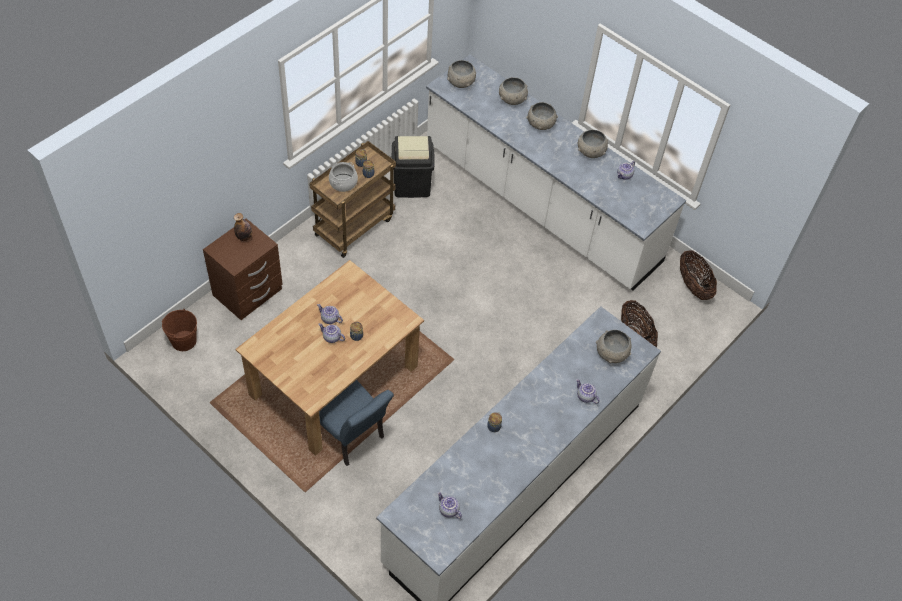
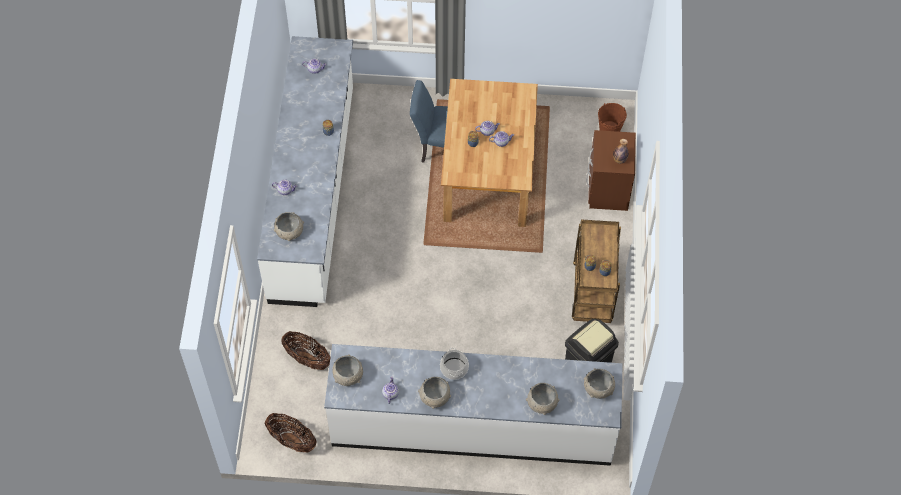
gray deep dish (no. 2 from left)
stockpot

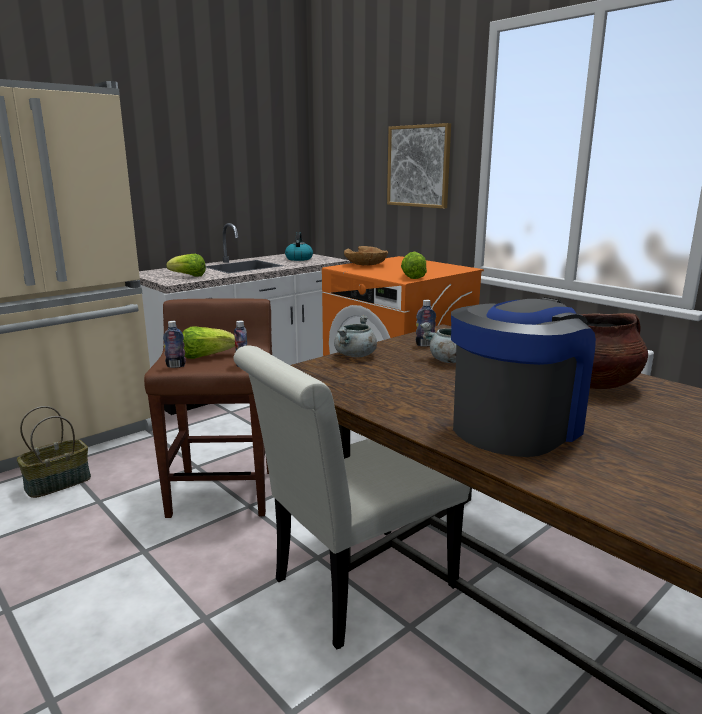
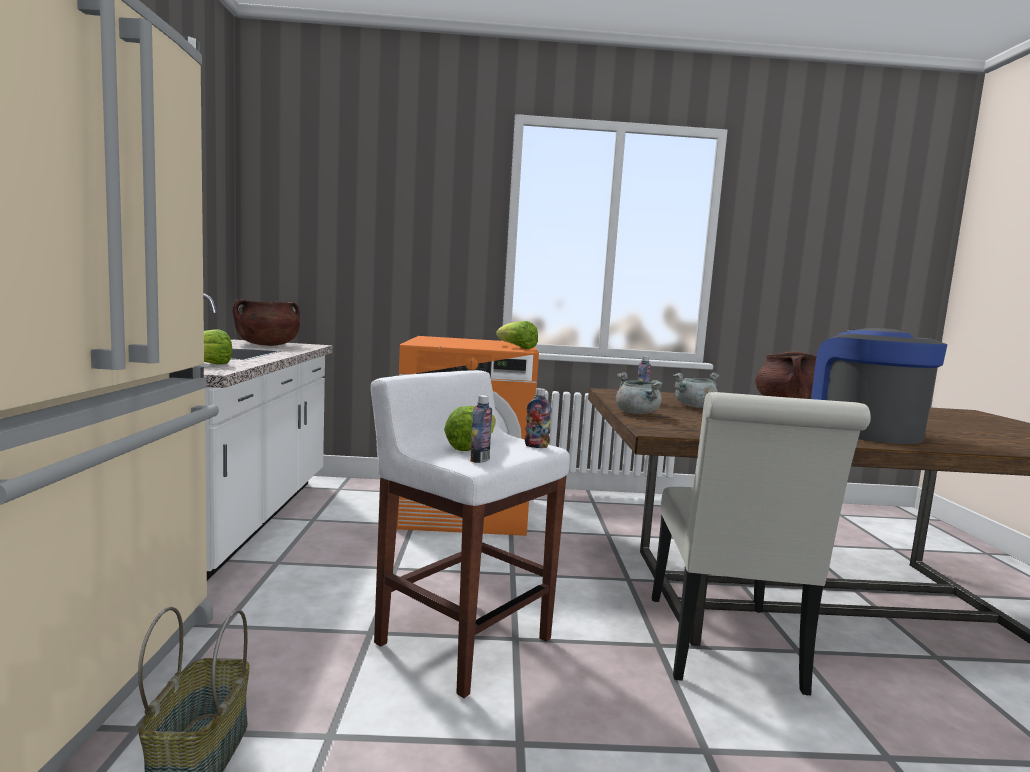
brownish stockpot (no. 1 from left)
whitish sitting stool
brownish deep dish
picture

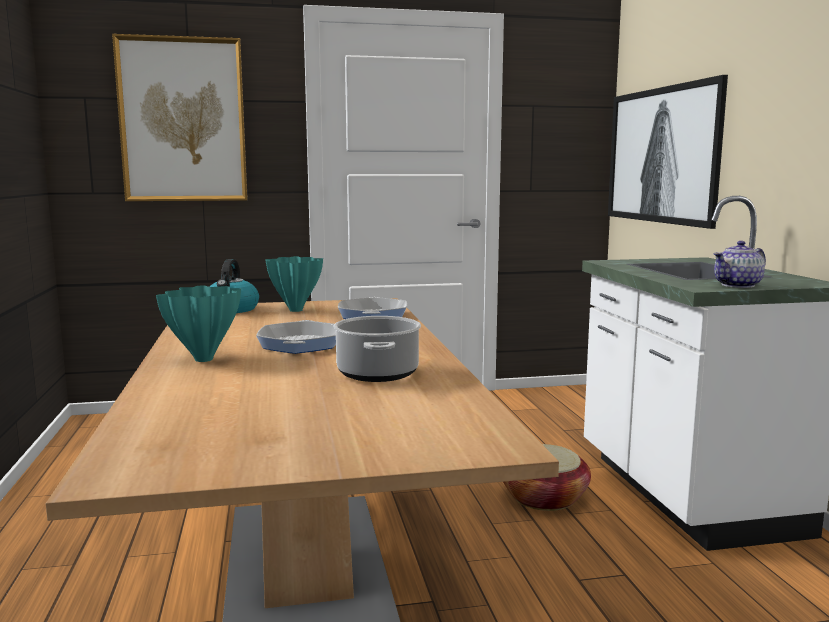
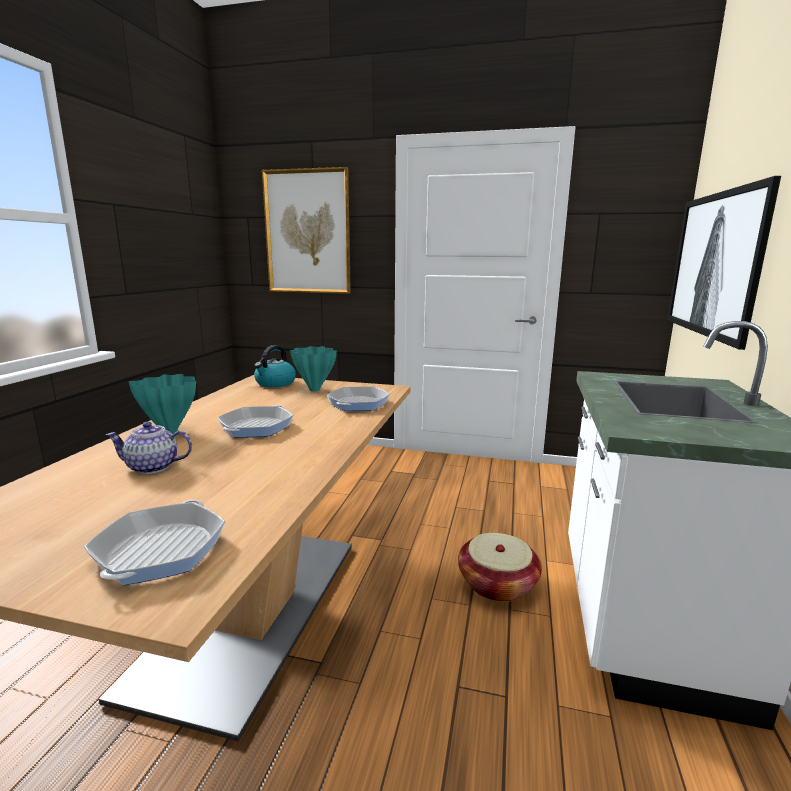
skillet (no. 1 from left)
tea pot
stockpot

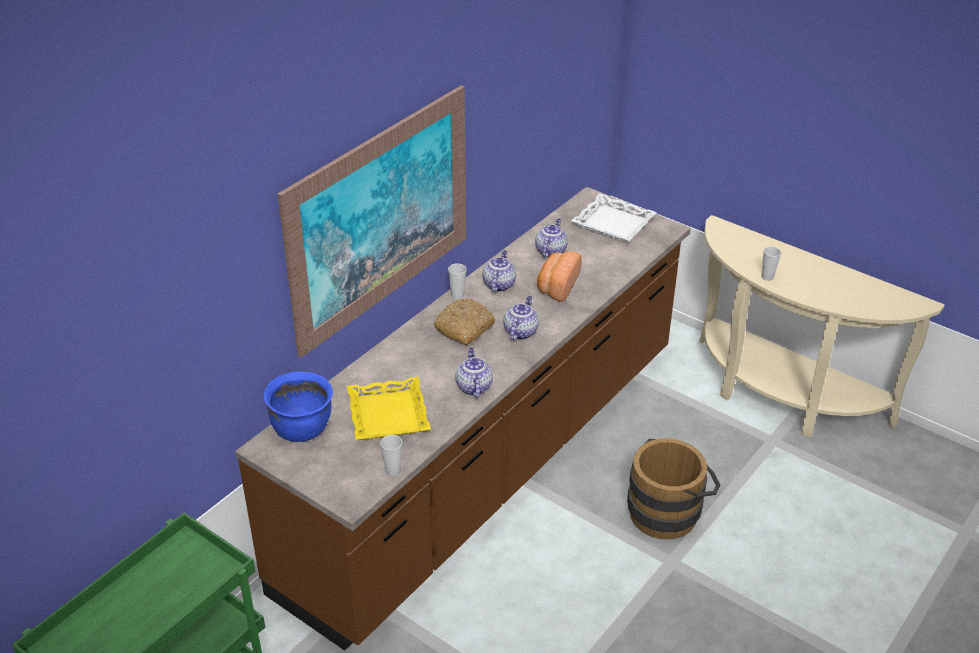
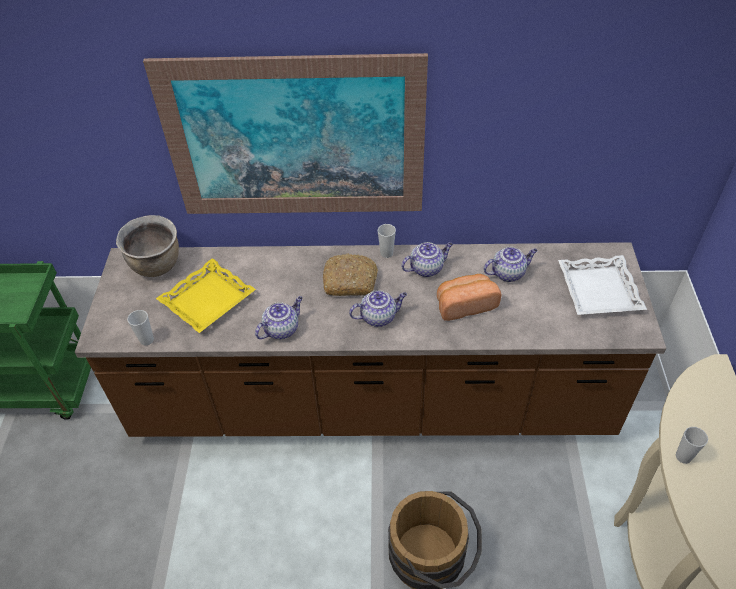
brownish stockpot

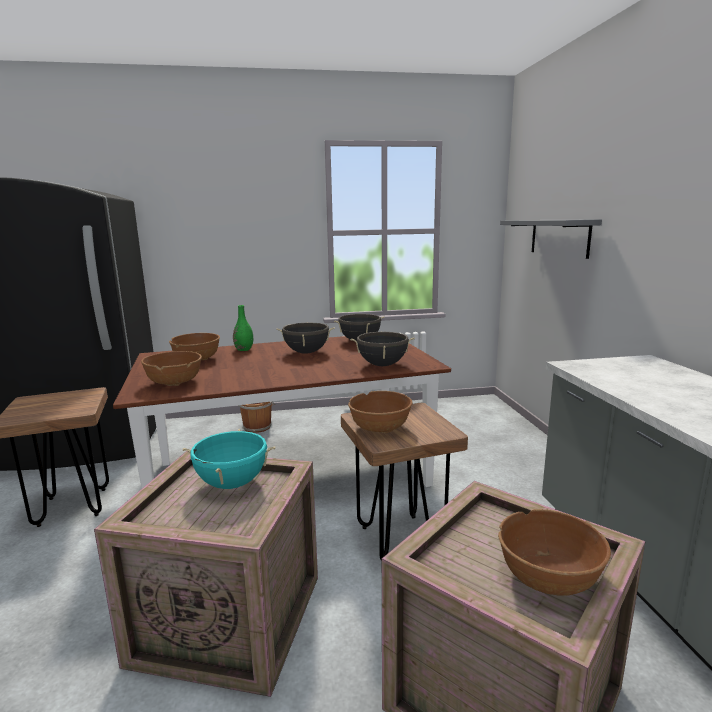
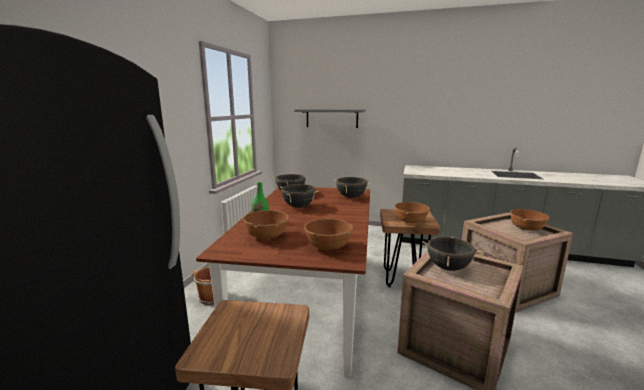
black-coloured stockpot (no. 4 from left)

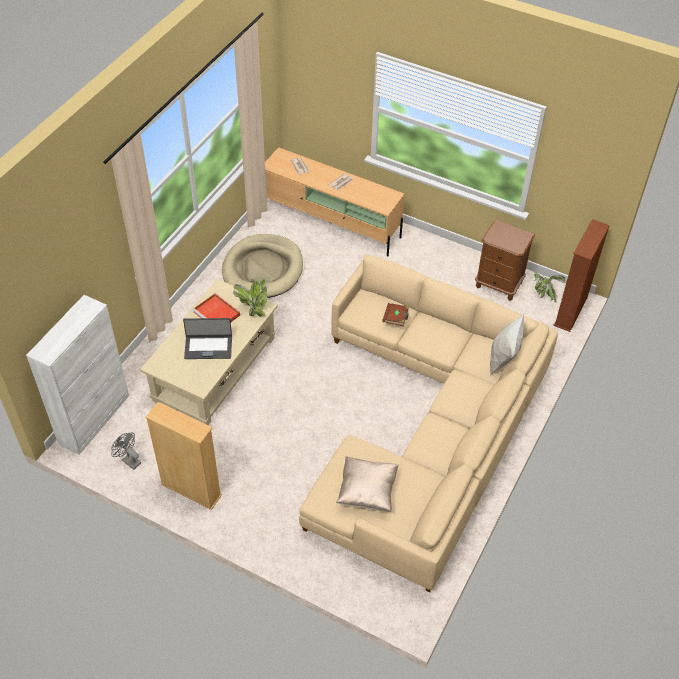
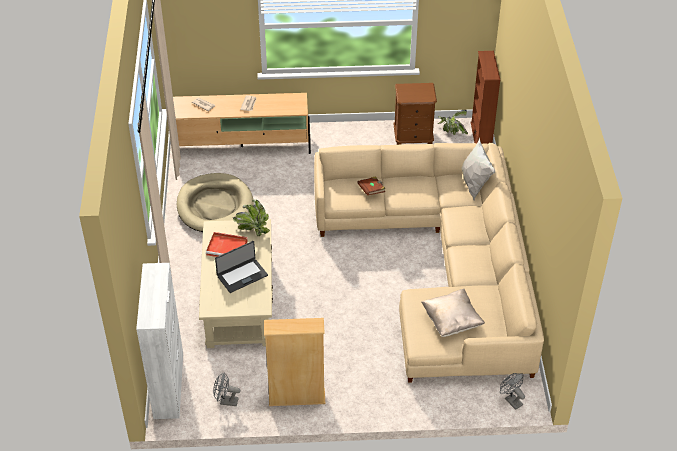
gray electric fan (no. 2 from left)

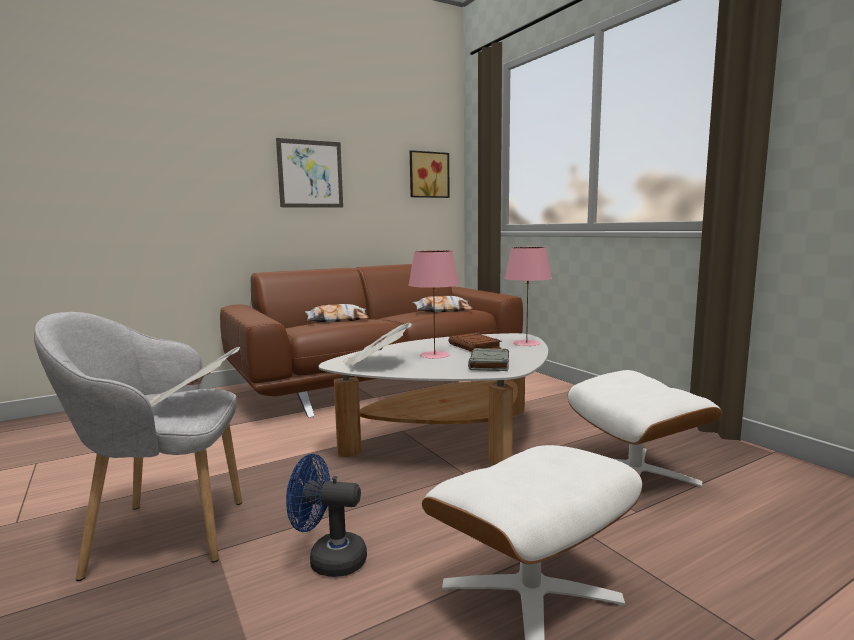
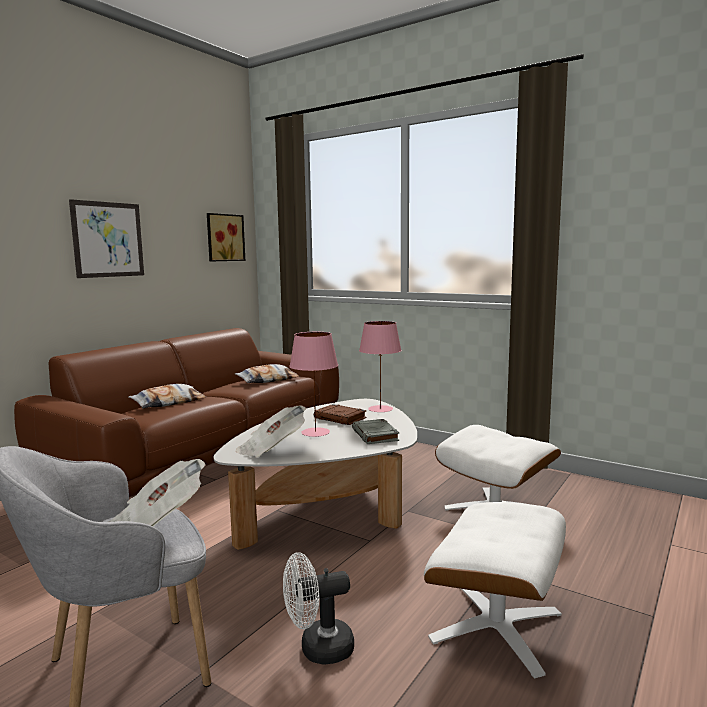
whitish electric fan

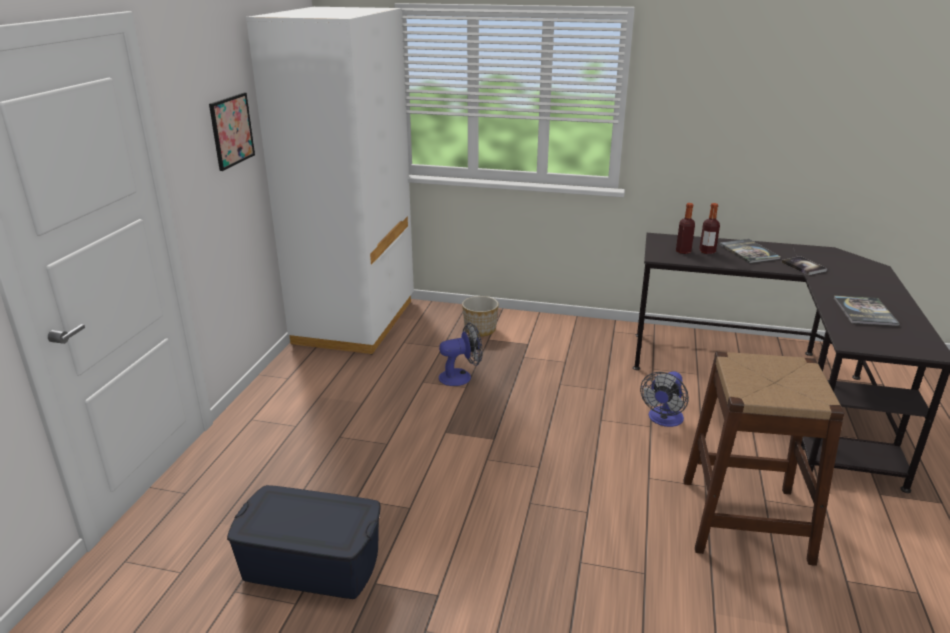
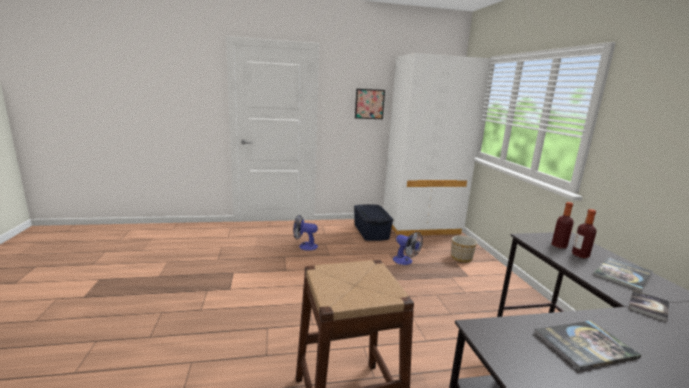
electric fan (no. 1 from left)
blue storage container

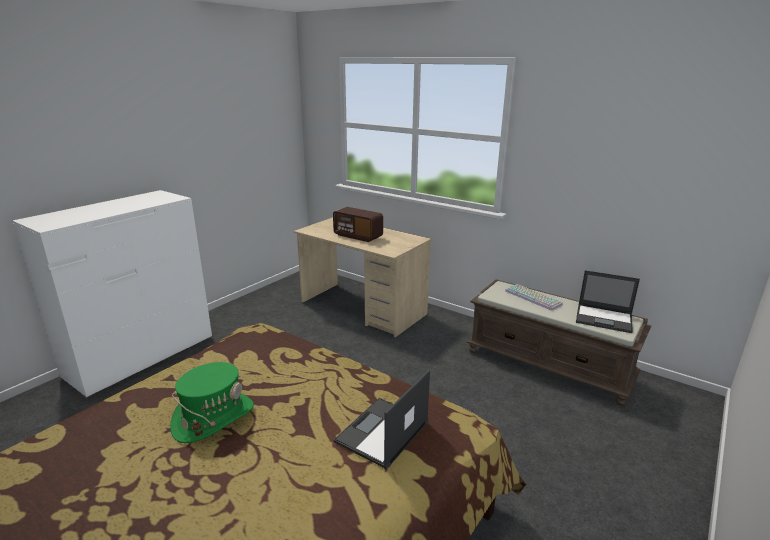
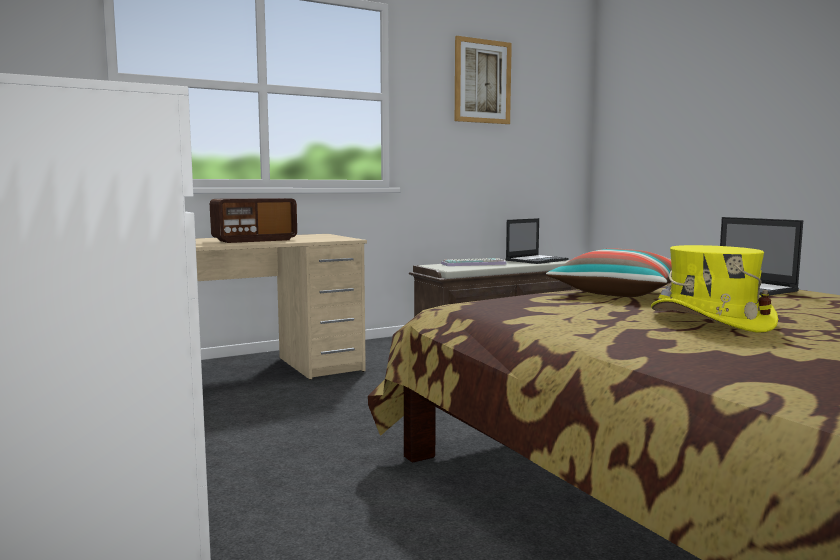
picture
pillow
yellow hat

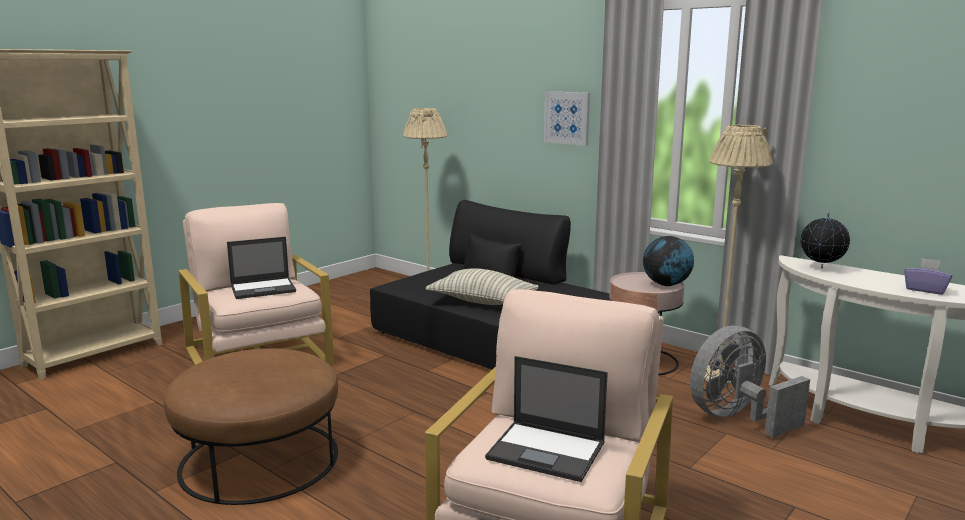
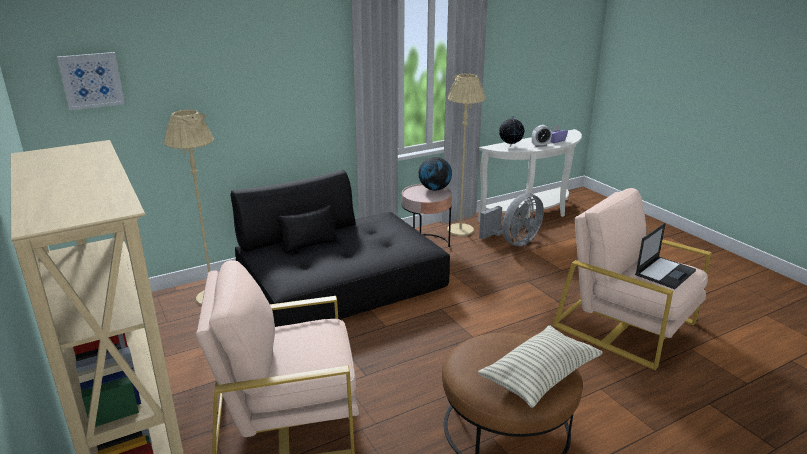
picture
pillow
gray electric fan
bedside clock
notebook computer (no. 1 from left in the first image)

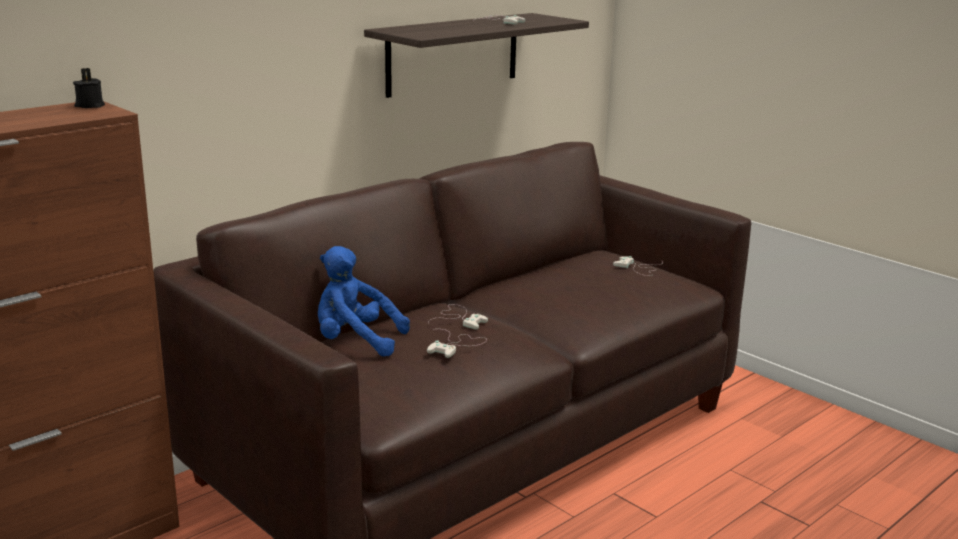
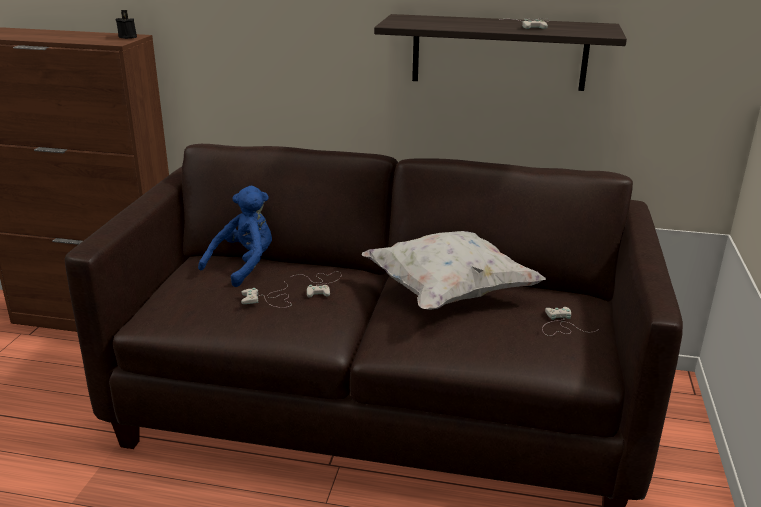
blue soft toy
whitish pillow

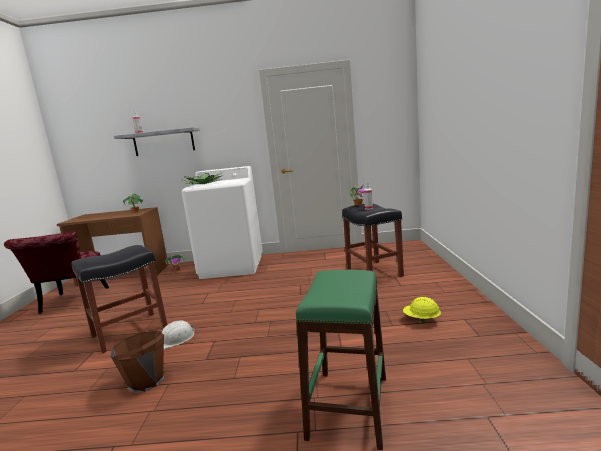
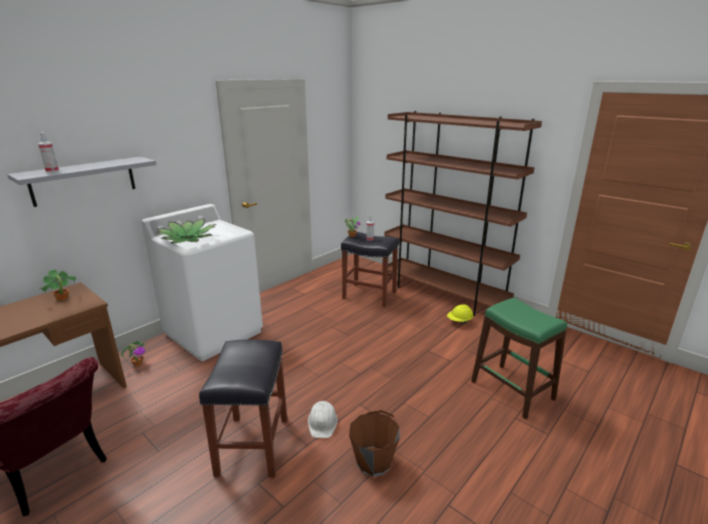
brownish shelving unit

